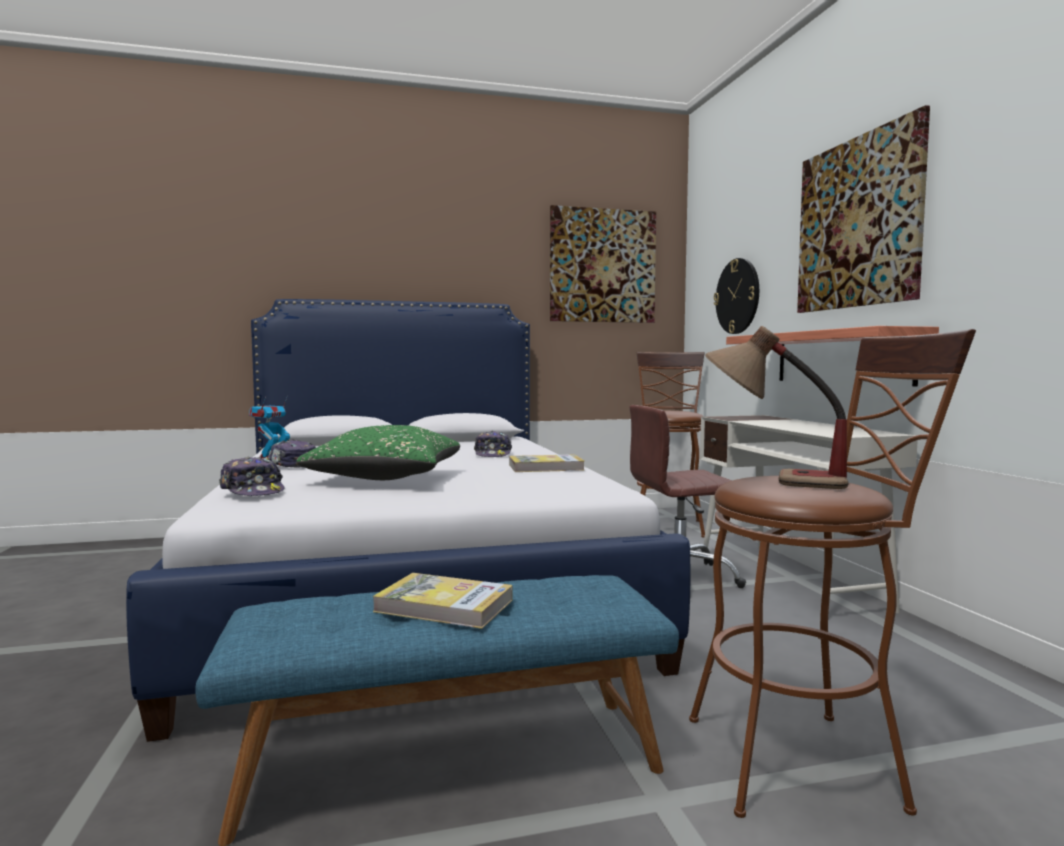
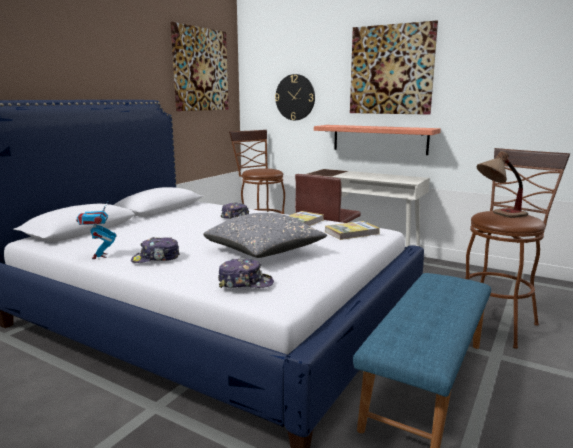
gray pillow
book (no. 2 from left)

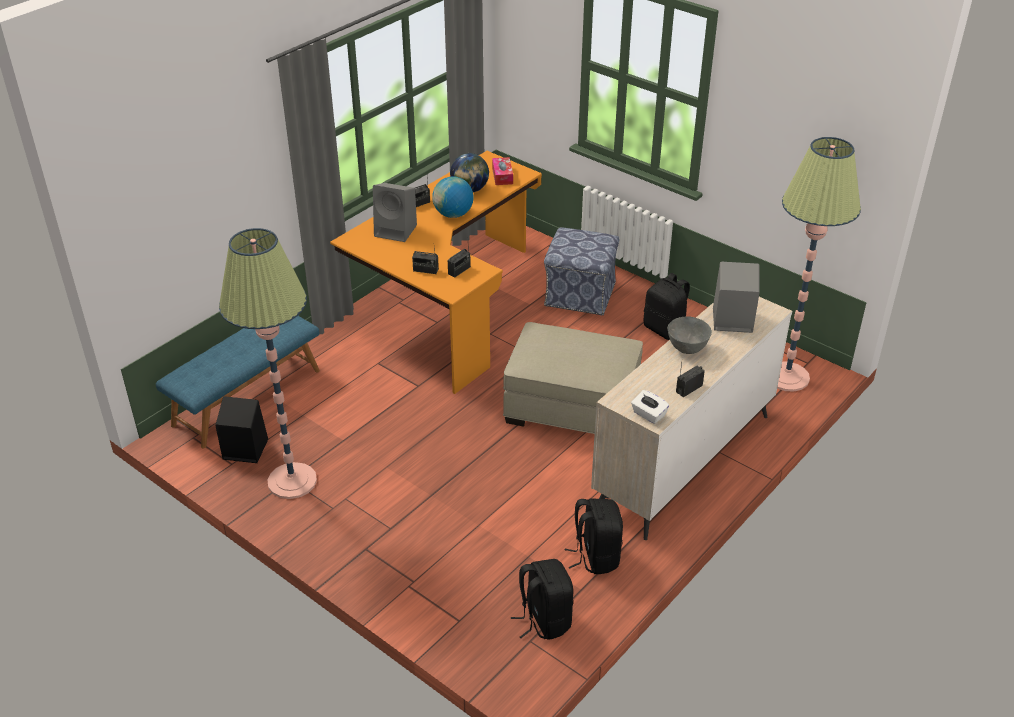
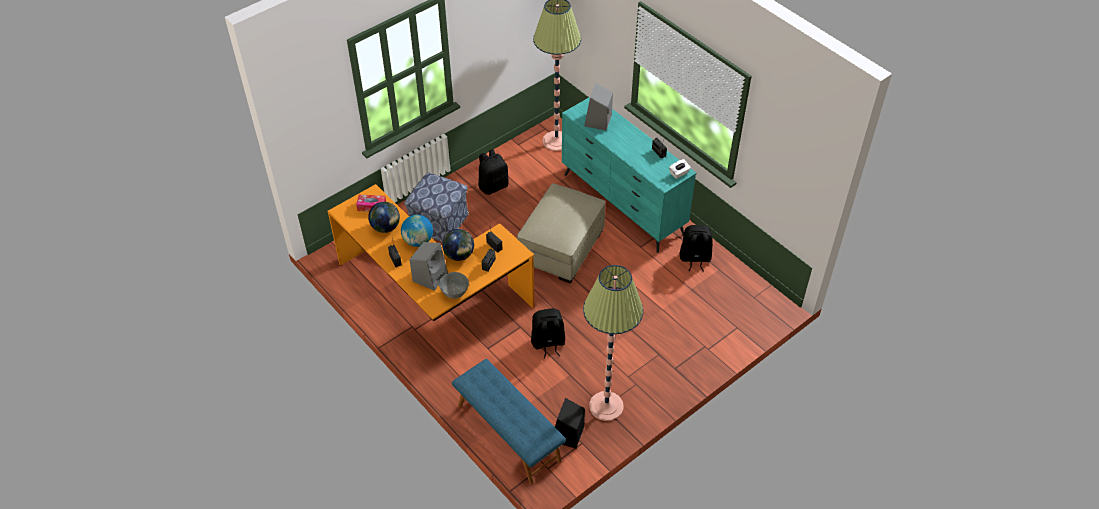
gray deep dish
globe (no. 3 from left)
black-coloured rucksack (no. 2 from left)
turquoise chest of drawers

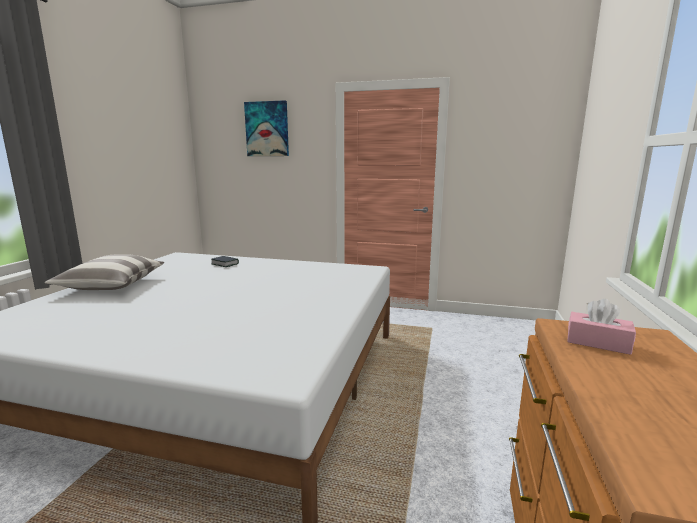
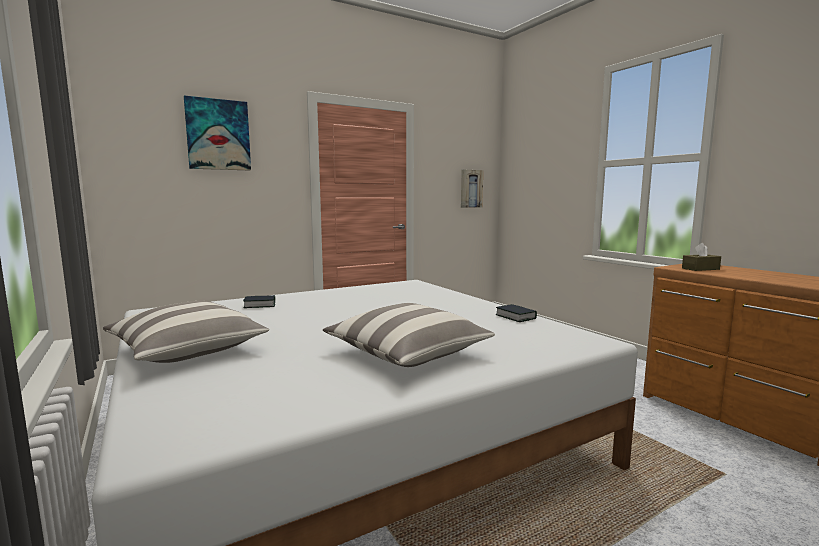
pillow (no. 2 from left)
picture (no. 2 from left)
book (no. 2 from left)
brownish tissue holder

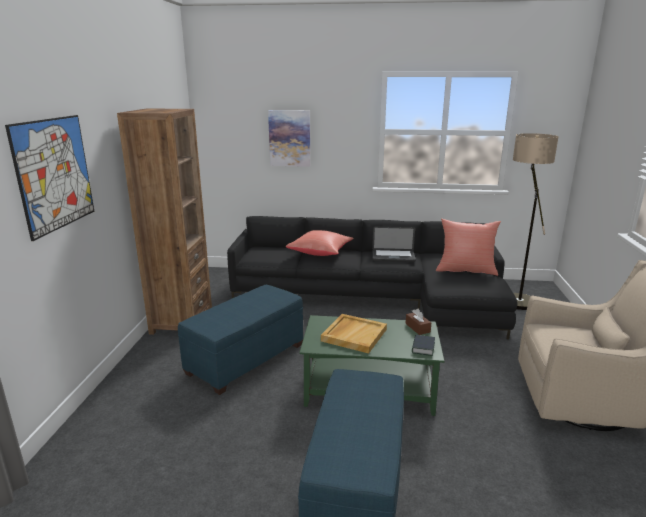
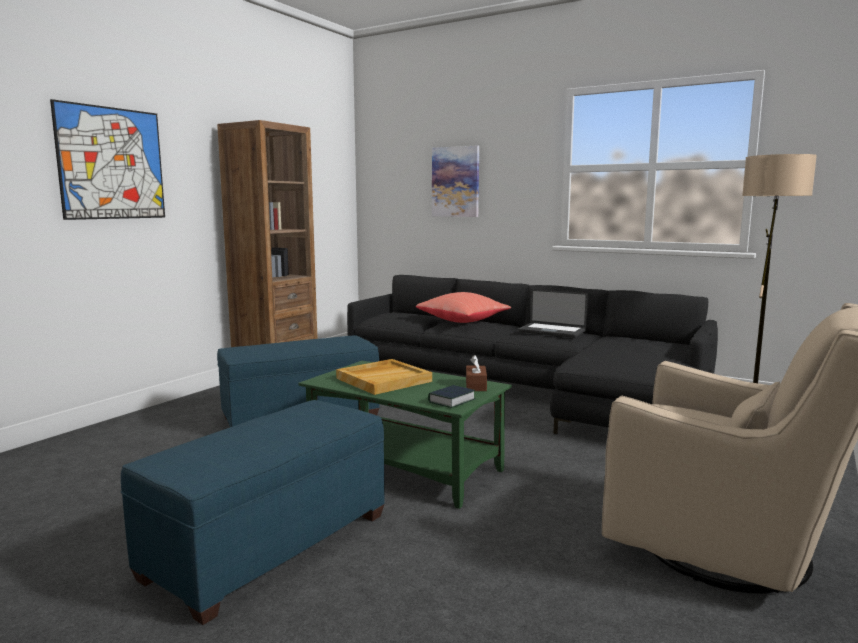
red-coloured pillow (no. 2 from left in the first image)

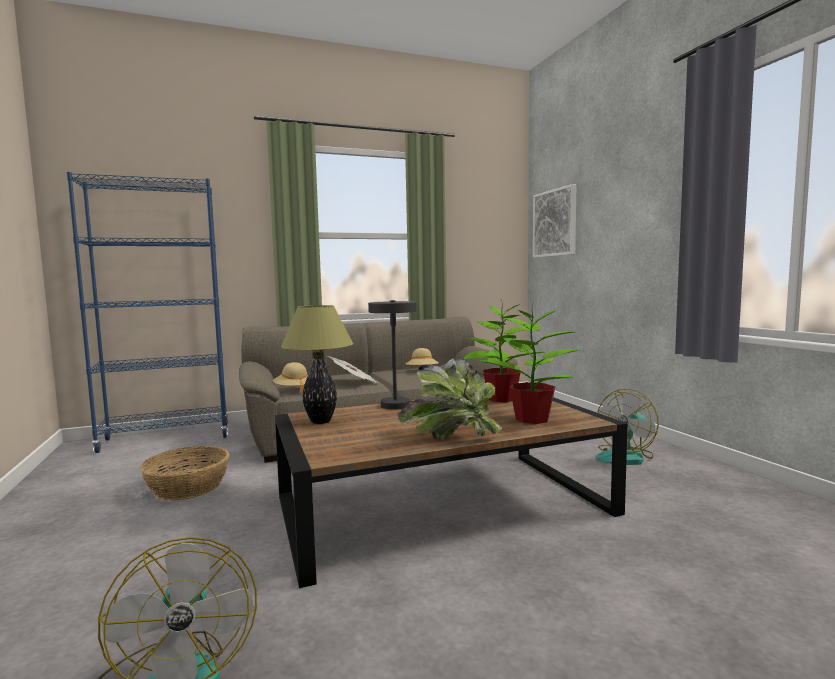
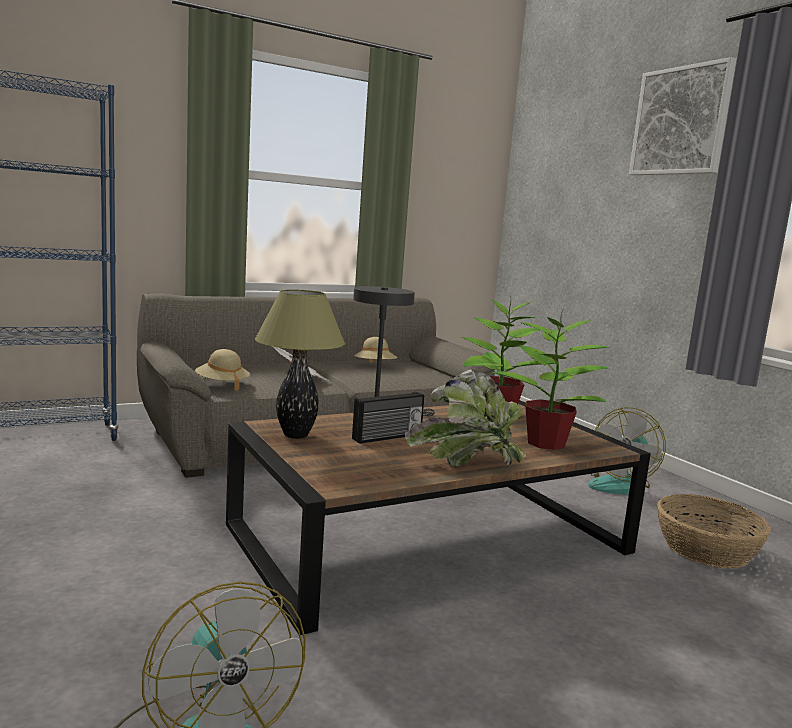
radio receiver
picture
basket

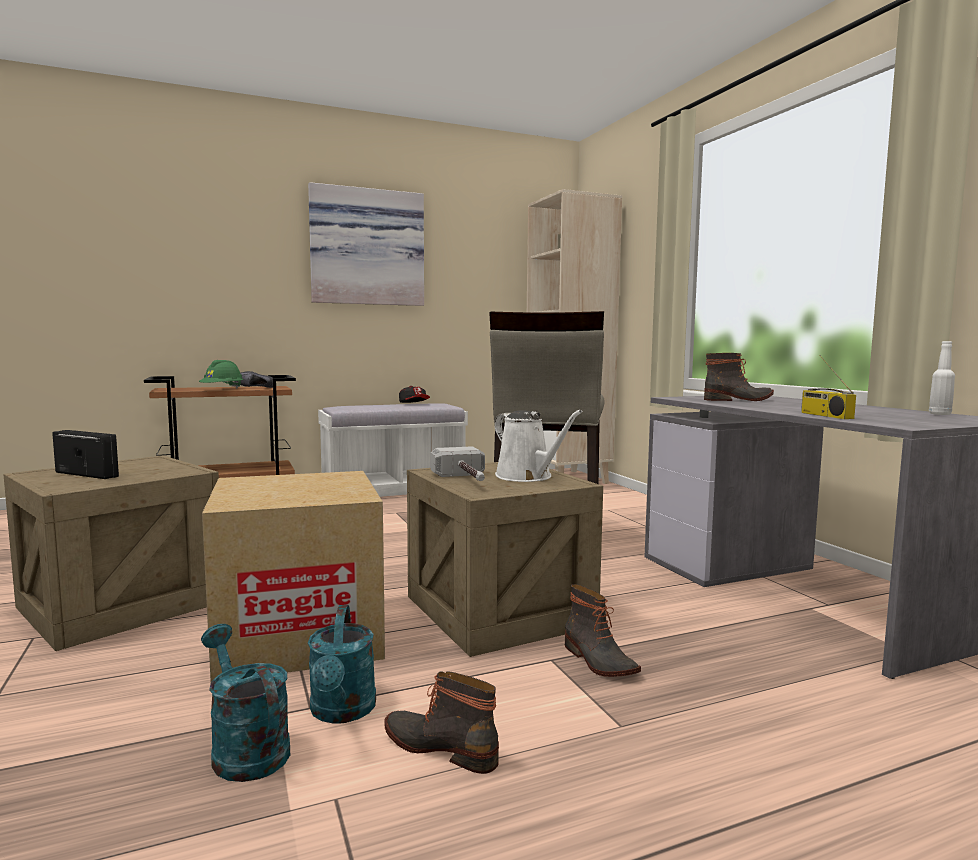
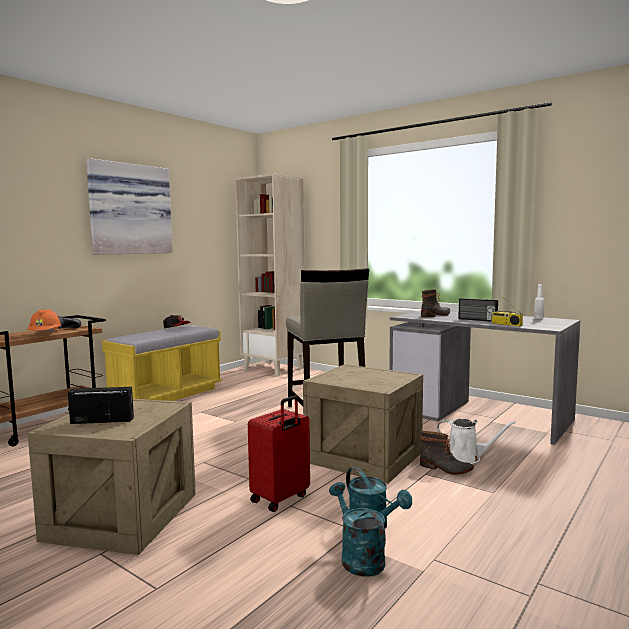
orange hard hat
yellow long seat
red-coloured travel case
turquoise watering pot (no. 1 from left)
whitish watering pot
radio receiver (no. 2 from left)
tall boot (no. 1 from left in the first image)
tool hammer

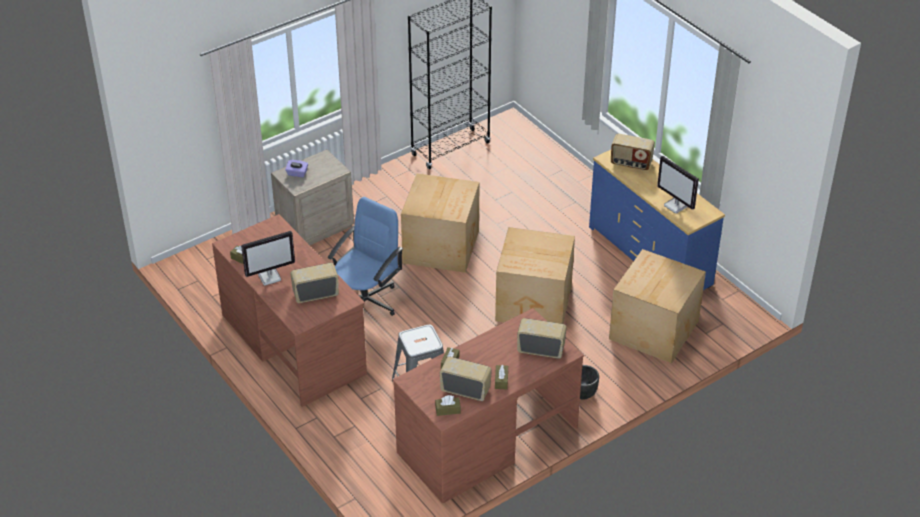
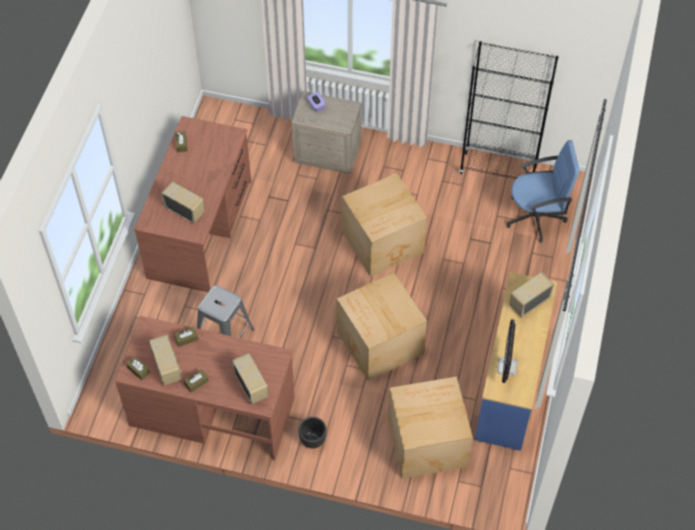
blue office chair
radio receiver (no. 4 from left)
monitor (no. 1 from left in the first image)

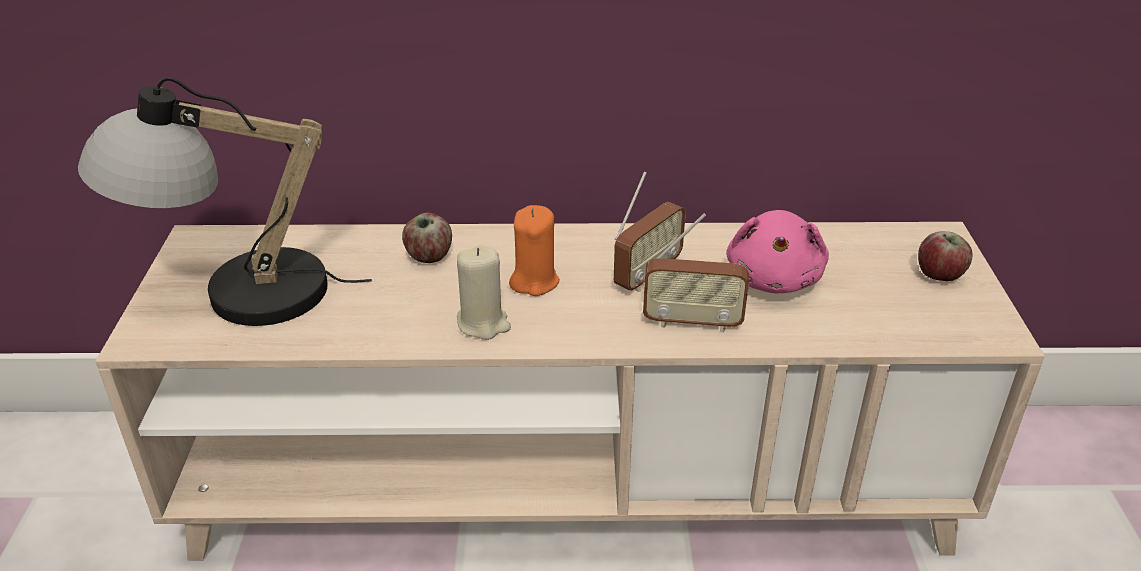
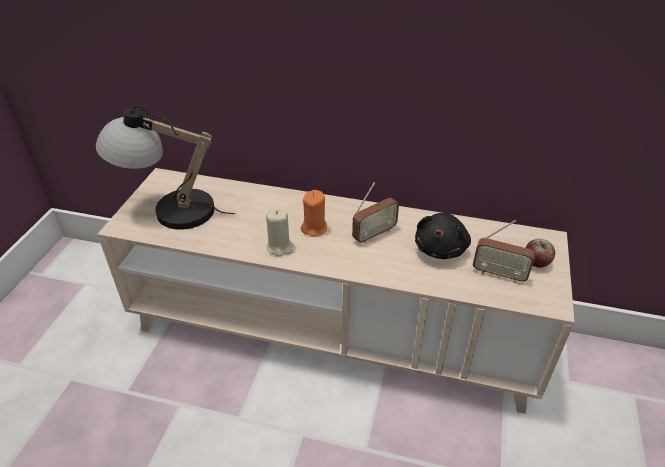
black-coloured soft toy
radio receiver (no. 2 from left)
apple fruit (no. 1 from left in the first image)

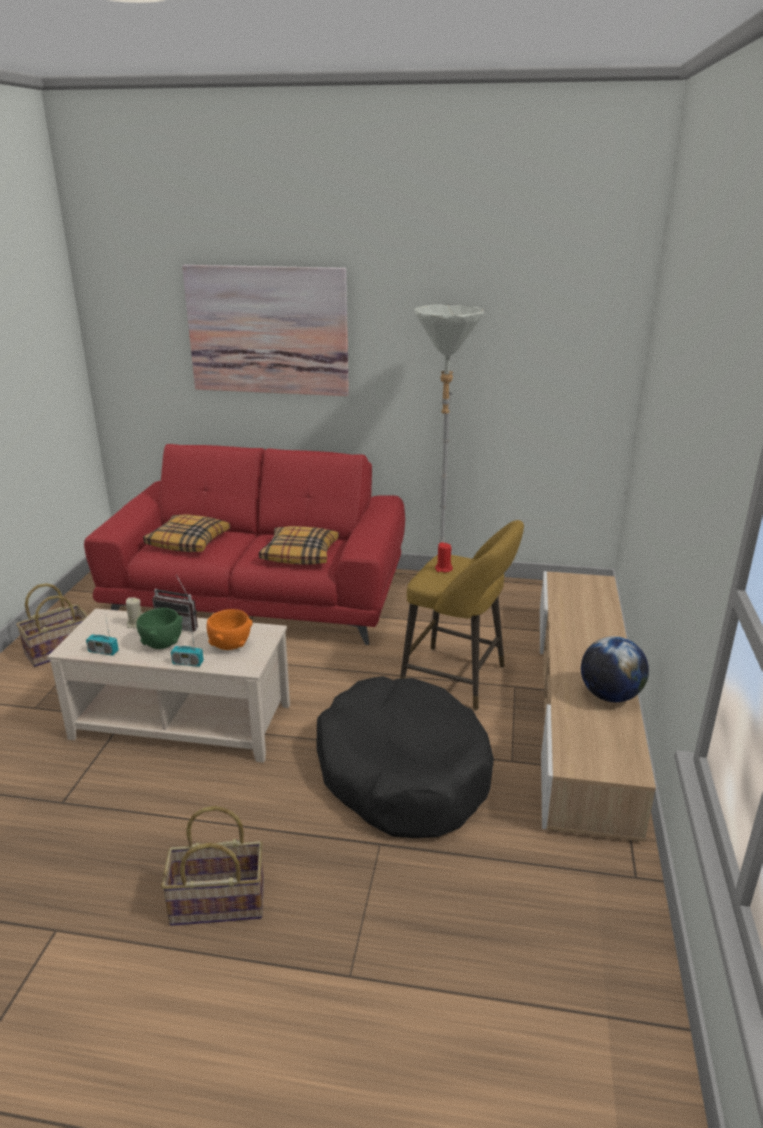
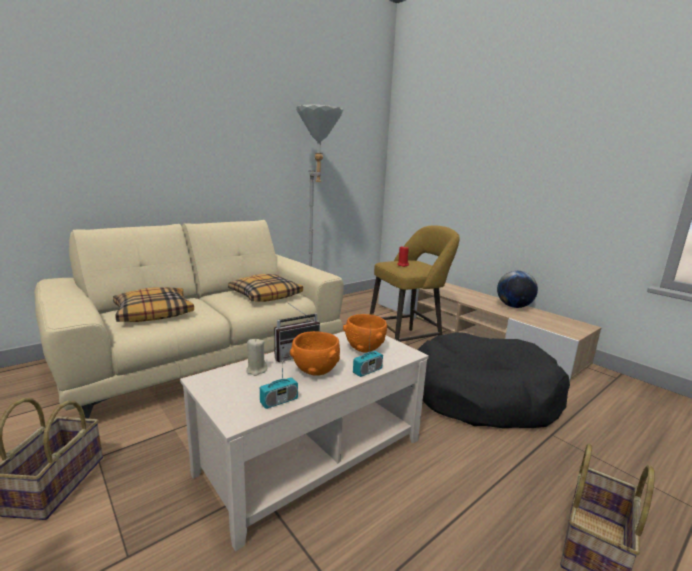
sand-coloured couch
orange deep dish (no. 1 from left)
picture

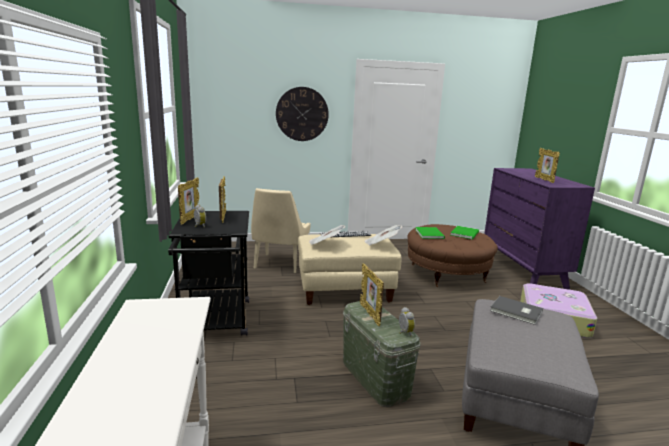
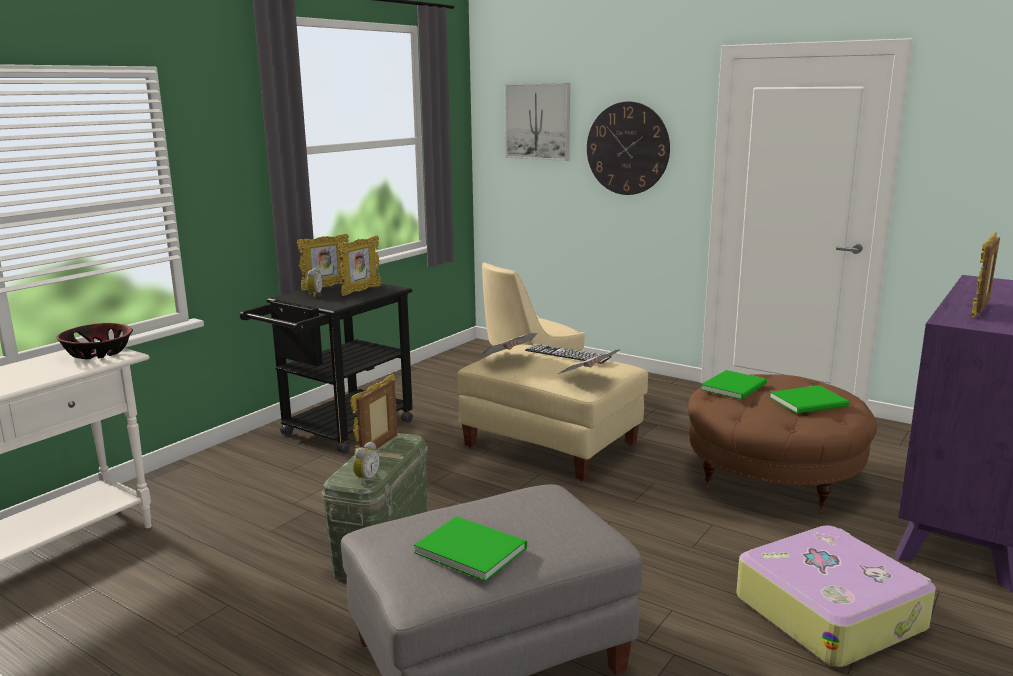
deep dish
green book (no. 1 from left)
picture
gray book

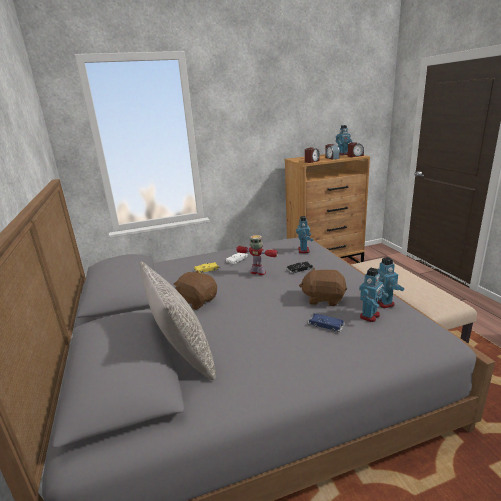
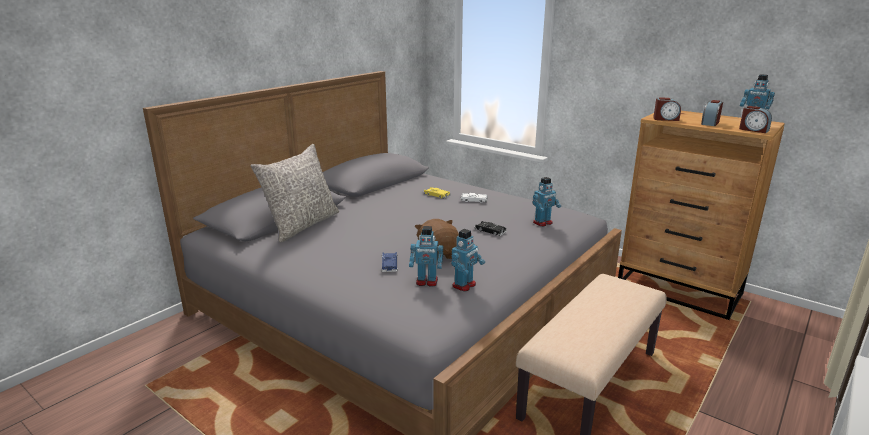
brownish soft toy (no. 1 from left in the first image)
model robot (no. 1 from left in the first image)

